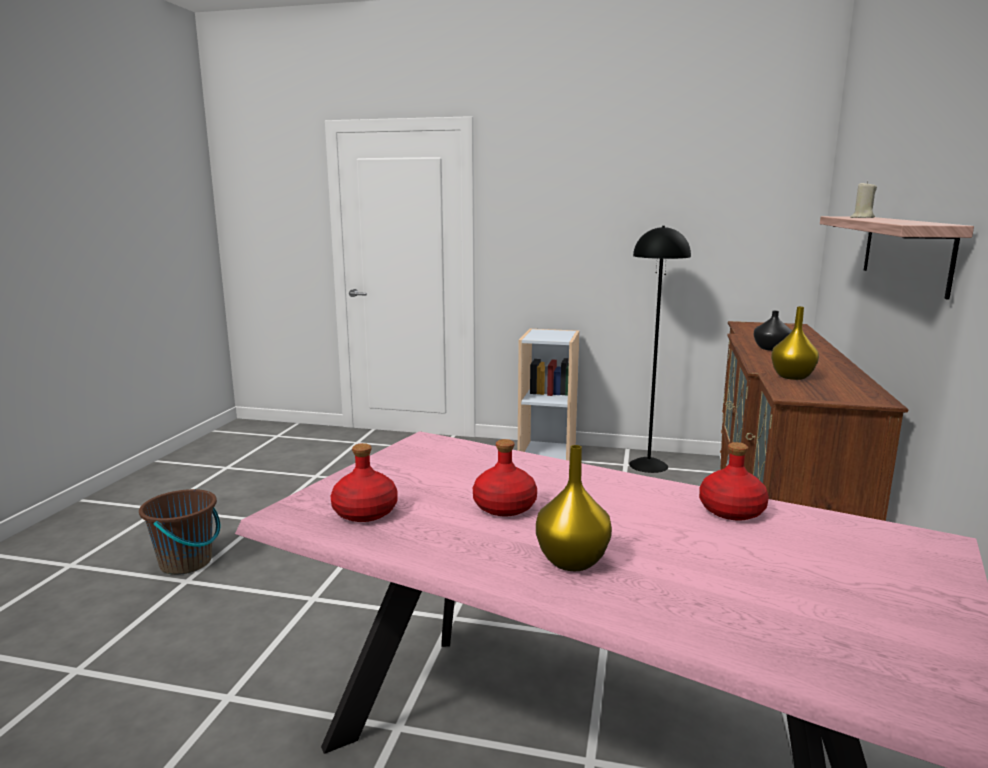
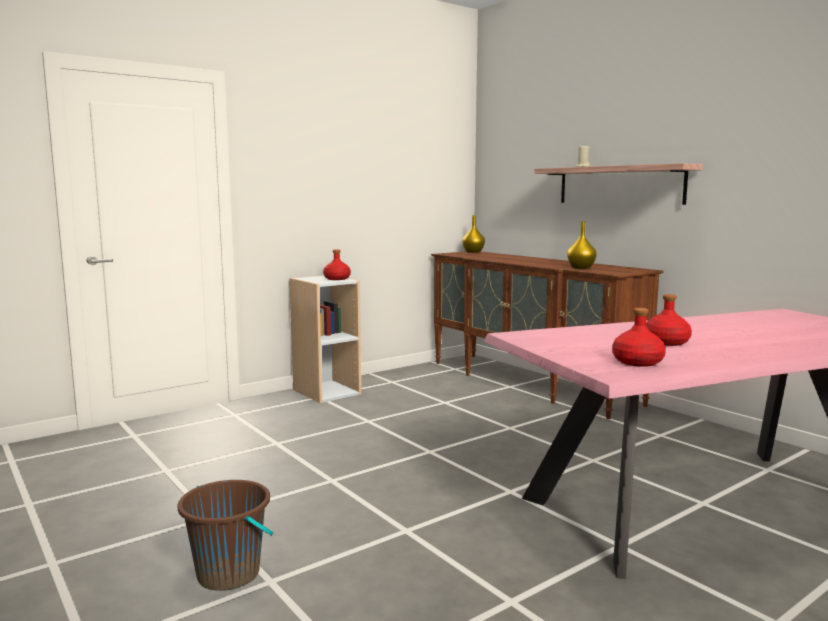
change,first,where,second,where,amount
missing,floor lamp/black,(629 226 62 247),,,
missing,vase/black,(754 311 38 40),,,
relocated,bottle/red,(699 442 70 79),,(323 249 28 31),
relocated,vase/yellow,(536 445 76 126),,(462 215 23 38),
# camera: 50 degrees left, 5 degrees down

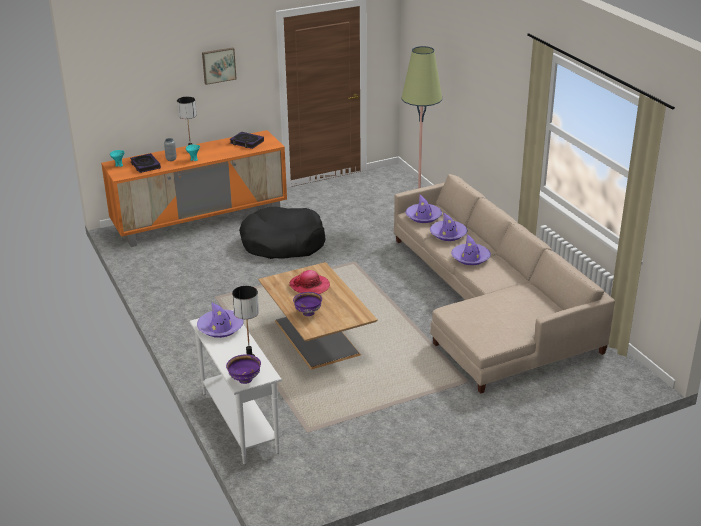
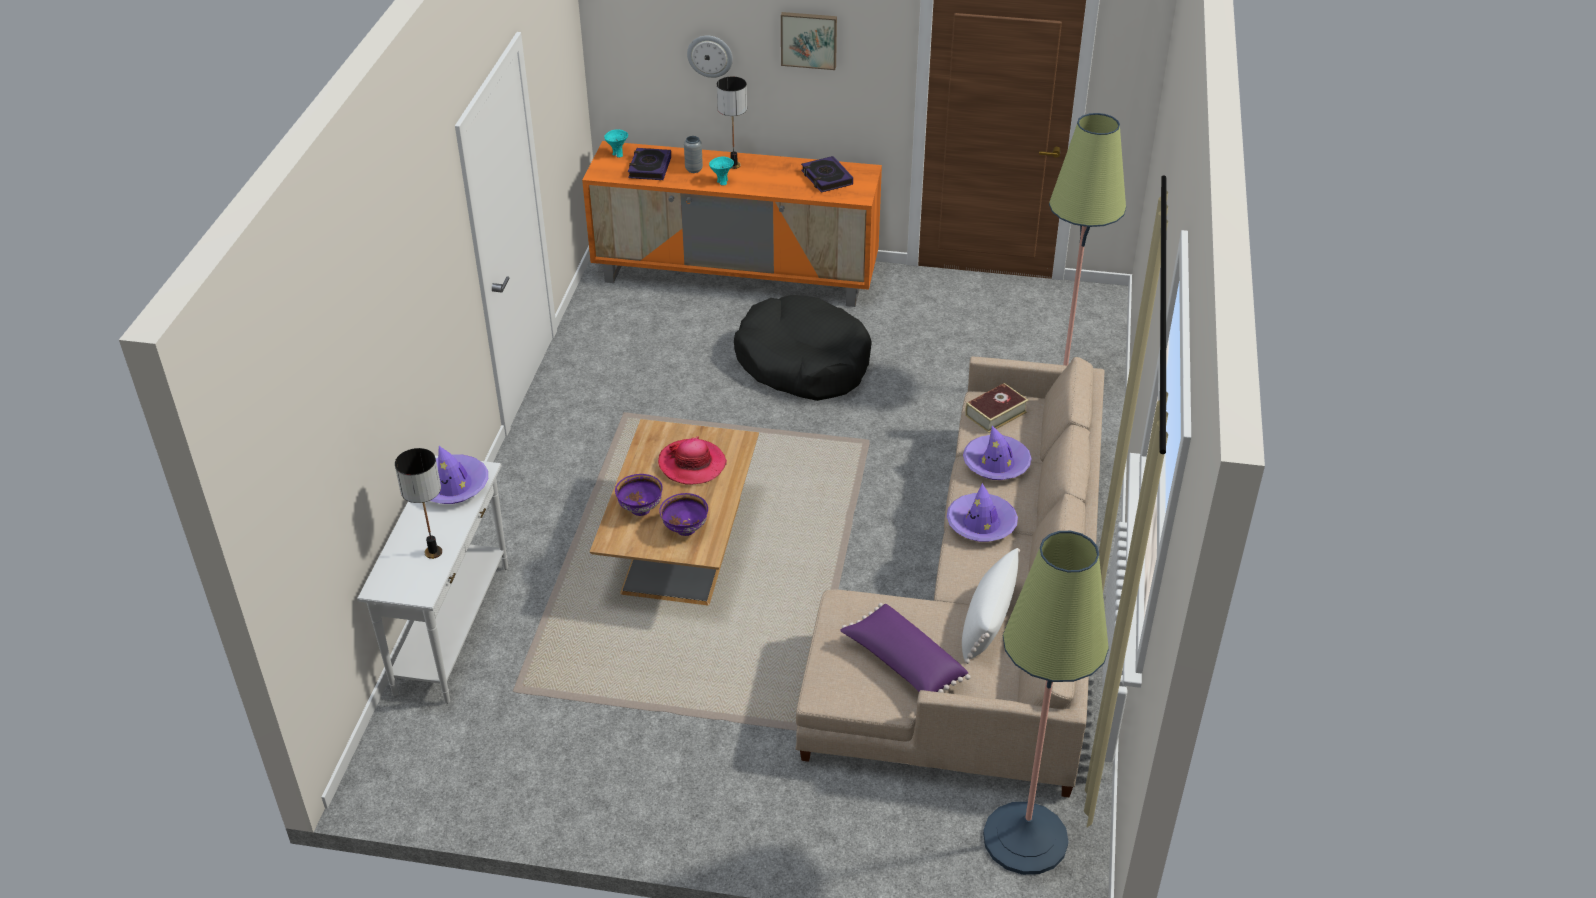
change,first,where,second,where,amount
exchanged,hat/purple,(405 195 37 28),book,(965 383 63 50),
relocated,bowl/purple,(226 354 35 30),,(659 493 49 43),
appeared,,,wall clock,(687 35 46 43),
appeared,,,floor lamp,(983 531 126 344),
appeared,,,pillow/white,(962 548 58 116),
appeared,,,pillow/purple,(841 603 130 90),
# camera: 35 degrees right, 10 degrees up

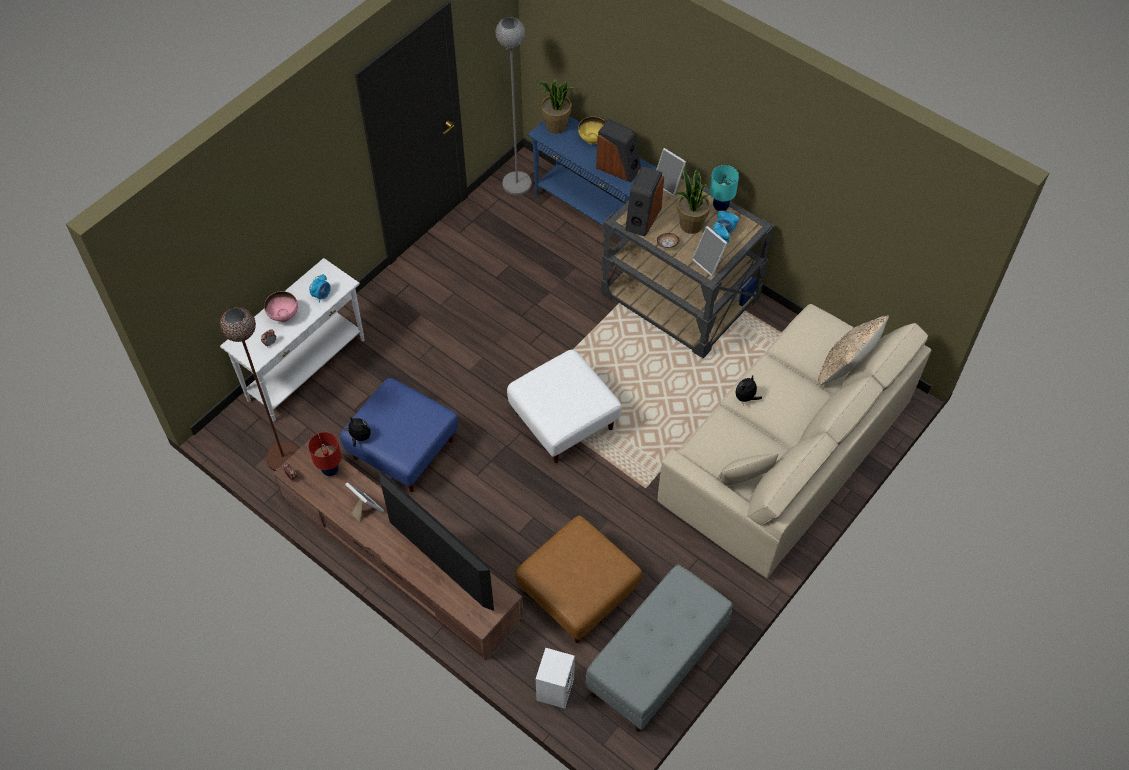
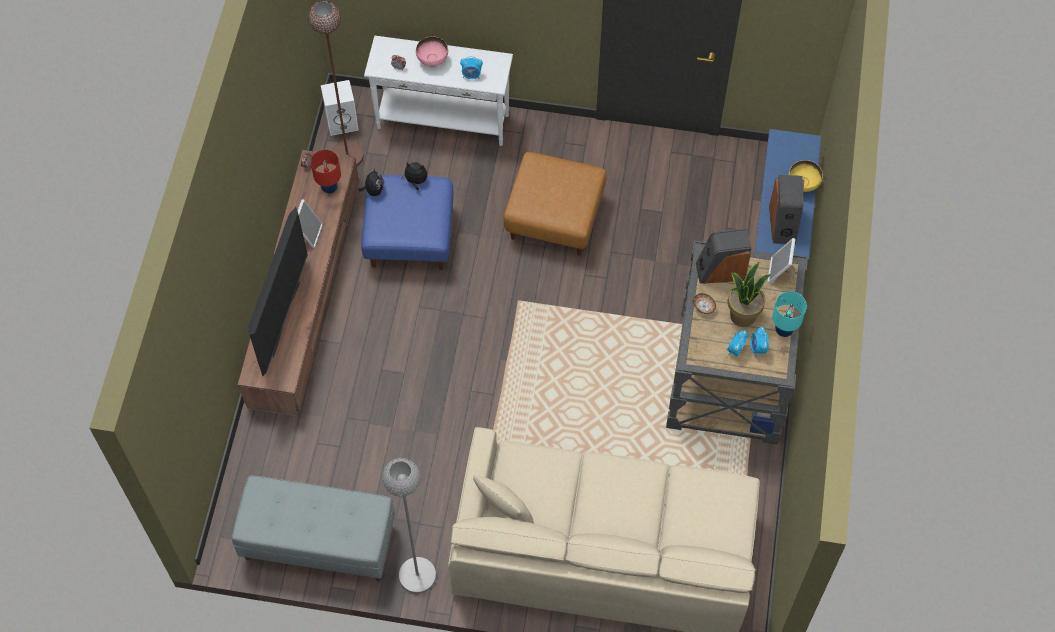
change,first,where,second,where,amount
relocated,floor lamp/grey,(495 17 37 178),,(382 458 54 136),
missing,potted plant,(537 80 37 54),,,
missing,picture frame,(692 226 36 50),,,
missing,pillow/beige,(818 316 71 69),,,
missing,ottoman/white,(507 349 115 114),,,
relocated,plush toy,(735 376 27 27),,(401 162 26 28),
relocated,ottoman/brown,(515 516 127 127),,(503 152 104 104),
relocated,speaker/white,(536 648 39 61),,(321 80 38 56),
# camera: 60 degrees right, 5 degrees up

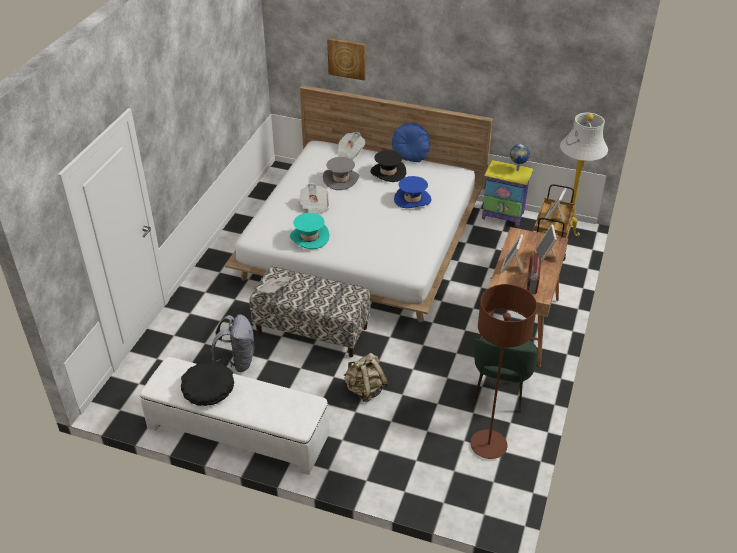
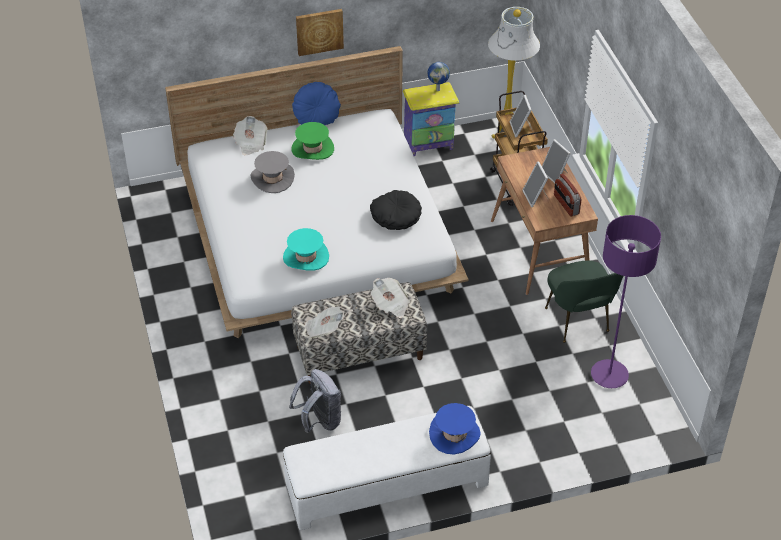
change,first,where,second,where,amount
relocated,picture,(327 38 38 42),,(296 9 48 47),
colour,hat/black,(370 150 36 32),hat/green,(292 122 42 38),
relocated,hat/blue,(394 176 37 32),,(429 403 52 51),
relocated,newspaper,(299 183 30 32),,(371 278 39 40),
colour,floor lamp/brown,(470 284 67 175),floor lamp/purple,(591 215 70 173),
missing,backpack/beige,(343 353 46 49),,,
relocated,pillow/black,(181 363 53 43),,(370 190 52 40),
# camera: 35 degrees left, 5 degrees up

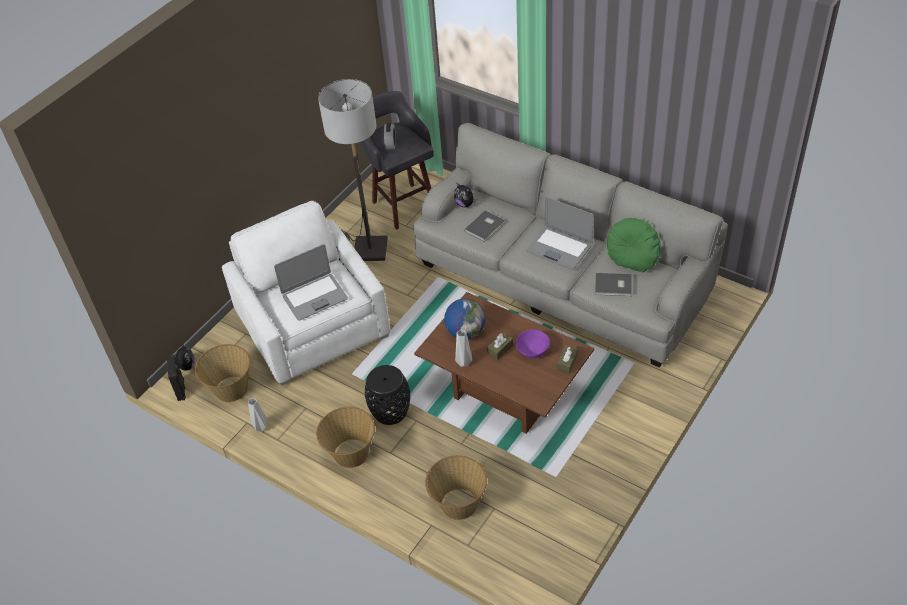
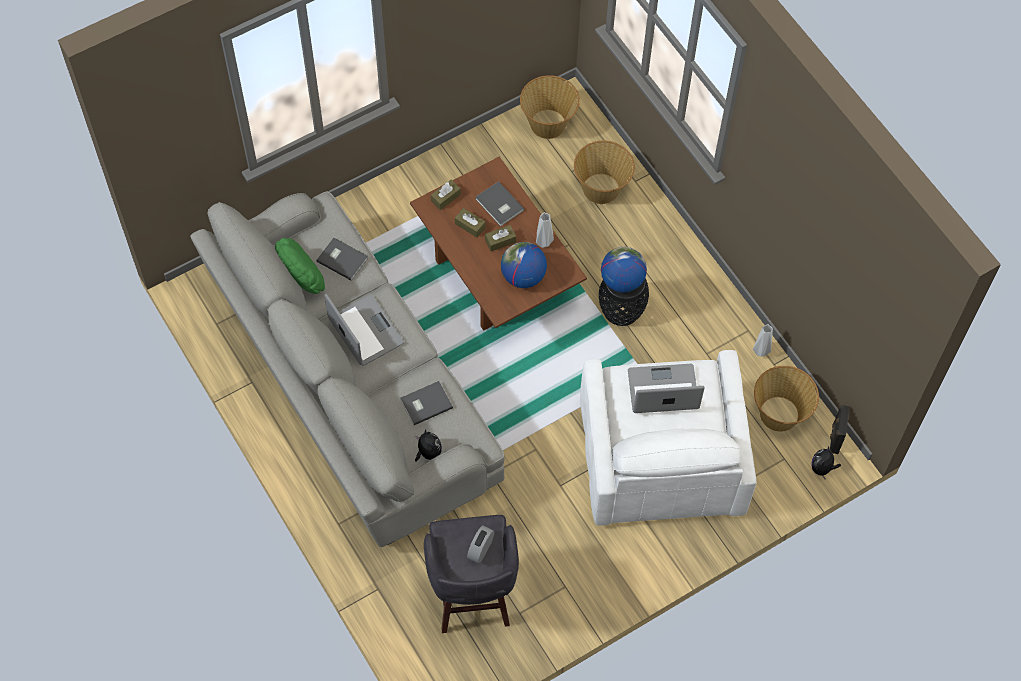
change,first,where,second,where,amount
missing,floor lamp,(318 79 70 182),,,
exchanged,bowl/purple,(516 330 34 28),tissue box/brown,(455 208 31 30),
relocated,basket,(316 407 59 61),,(520 75 60 64),
appeared,,,book/grey,(476 181 48 46),
appeared,,,globe,(601 247 46 46),
# camera: 160 degrees left, 15 degrees up

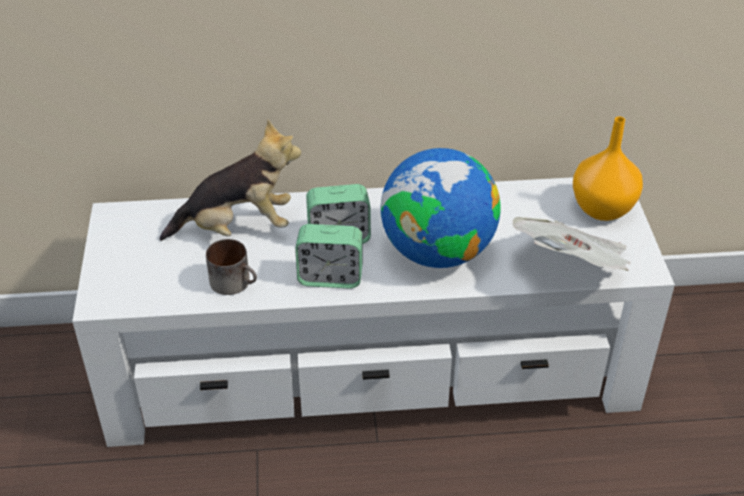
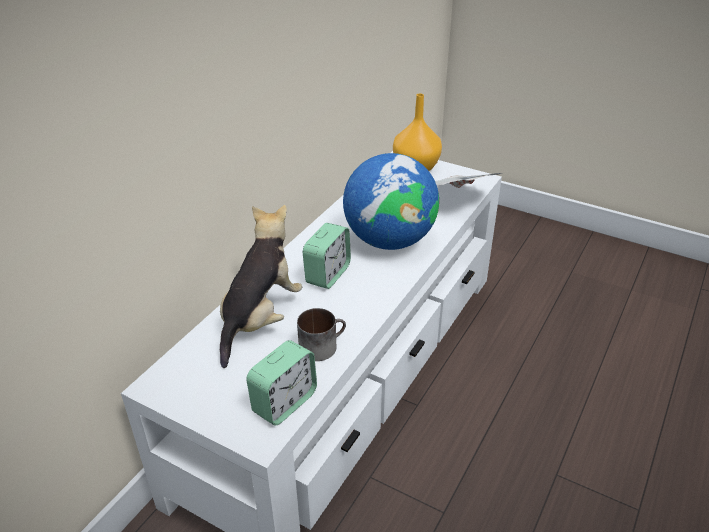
change,first,where,second,where,amount
relocated,alarm clock,(295 224 67 65),,(246 340 71 85),
# camera: 55 degrees left, 5 degrees down

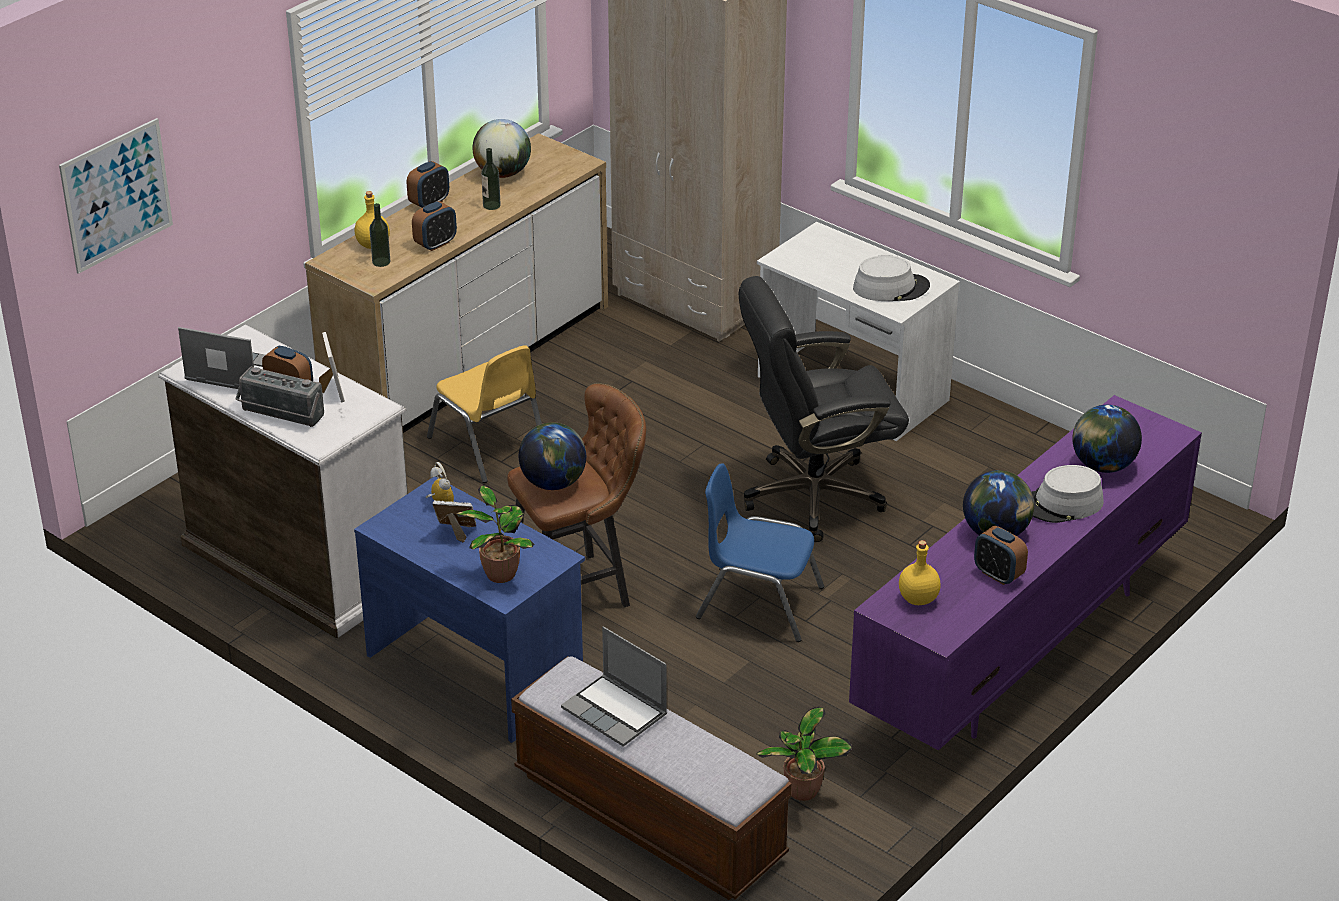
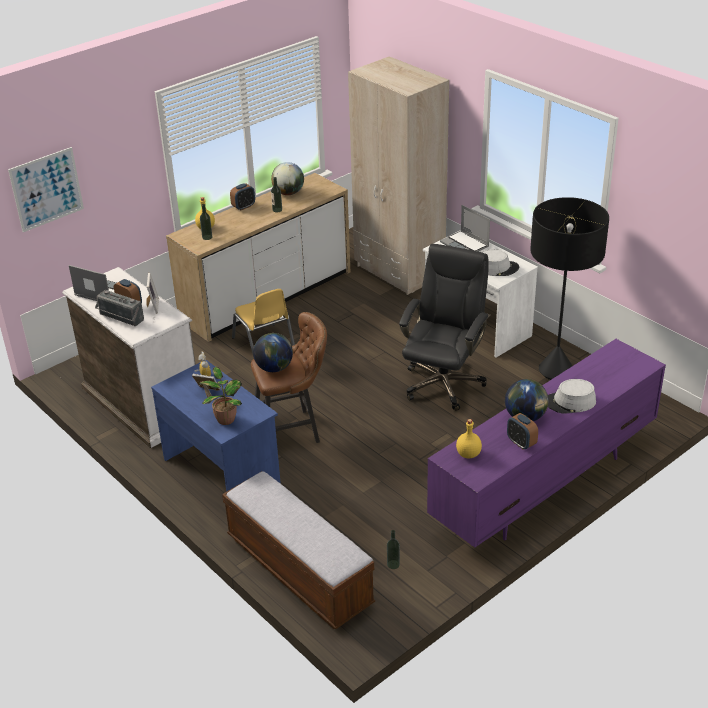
change,first,where,second,where,amount
missing,alarm clock,(412 201 45 50),,,
spun,office chair/black,(739 276 170 266),,(399 244 92 167),120 degrees clockwise
missing,globe,(1072 405 70 68),,,
missing,chair/blue,(696 463 128 179),,,
relocated,laptop,(561 627 106 120),,(440 205 50 47),
exchanged,potted plant,(756 707 96 94),bottle,(387 530 13 39),
appeared,,,floor lamp/black,(530 197 79 183),
# camera: 10 degrees right, 0 degrees up

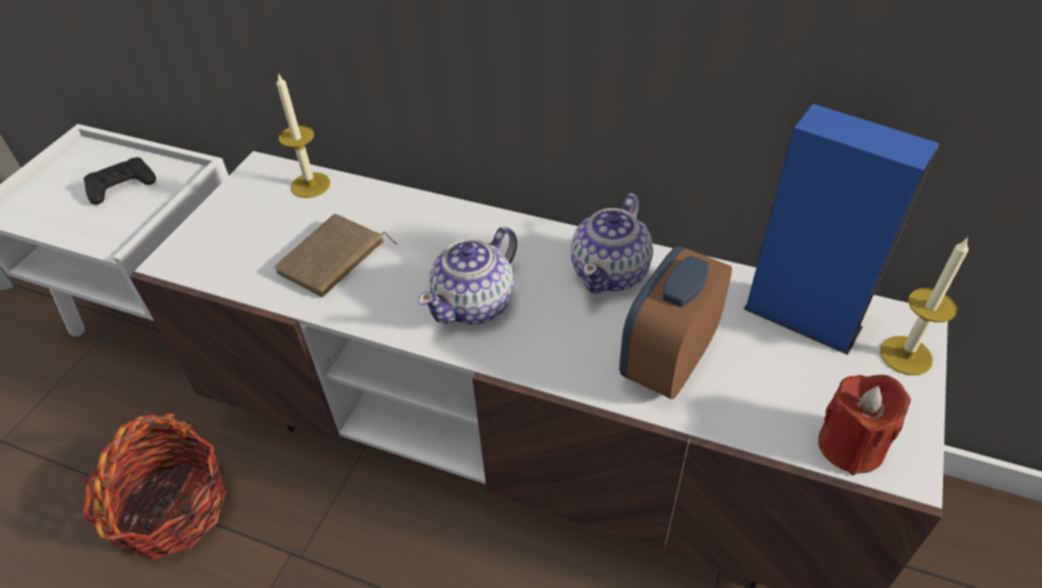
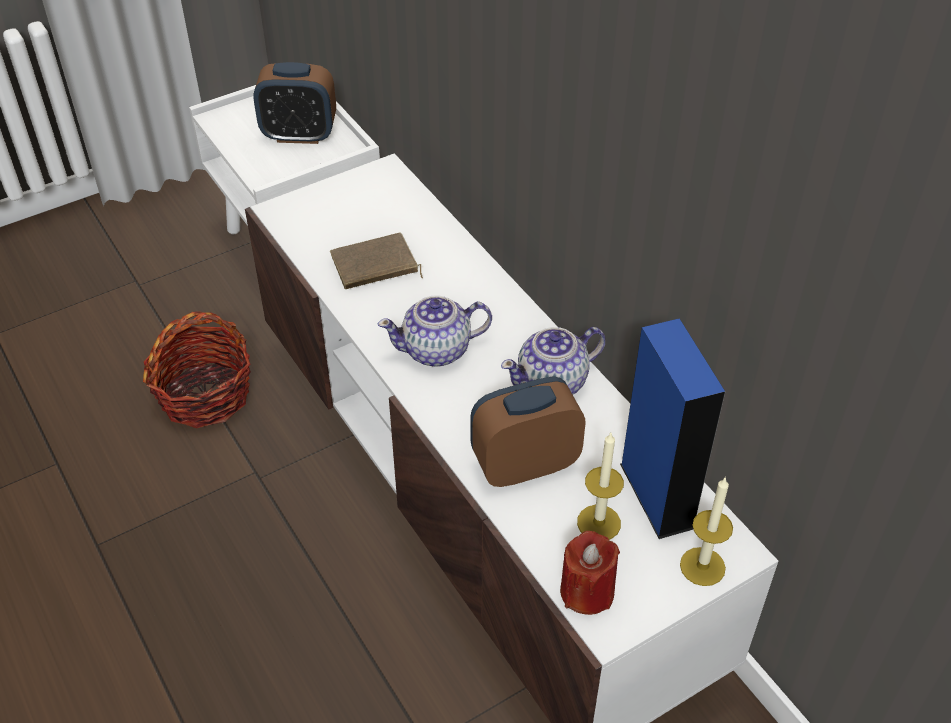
change,first,where,second,where,amount
relocated,candle,(276 73 54 125),,(577 433 47 107),
exchanged,game controller/black,(84 157 72 48),alarm clock,(253 62 83 82),
# camera: 35 degrees right, 0 degrees up

